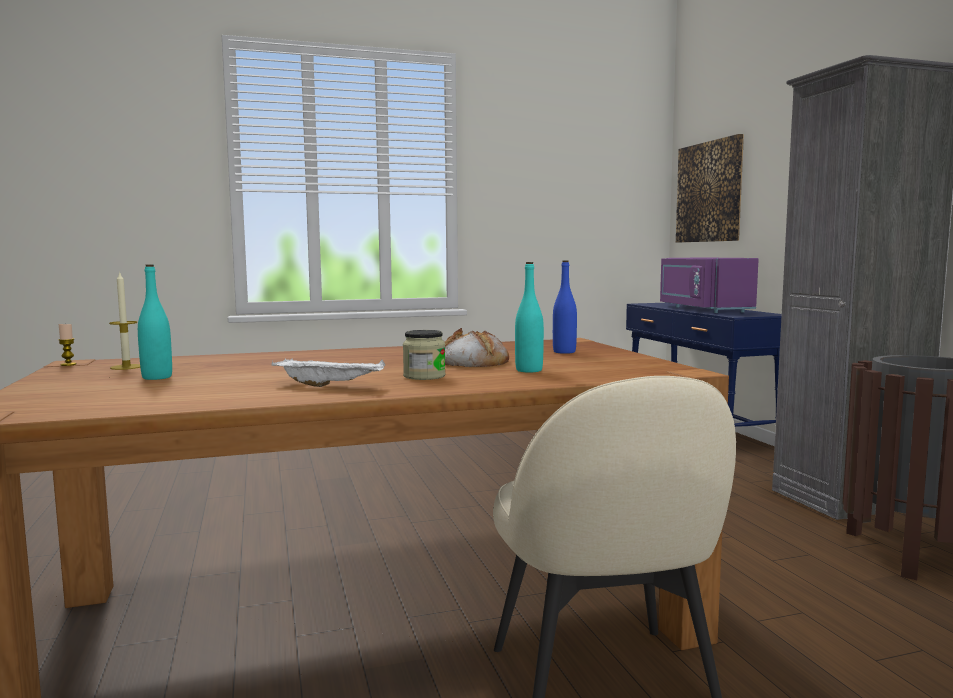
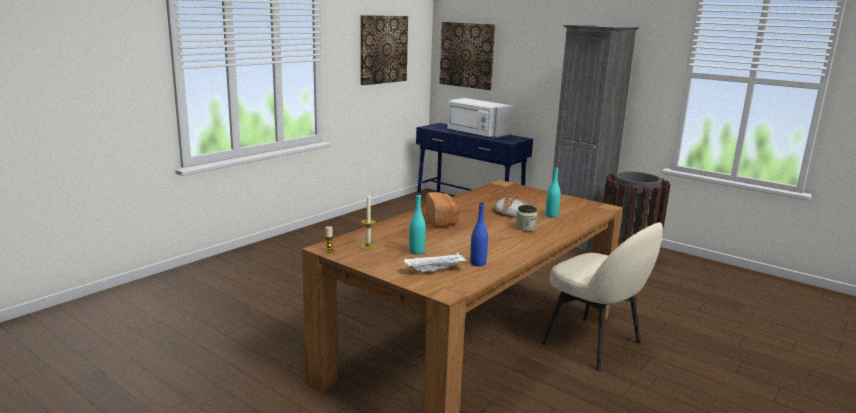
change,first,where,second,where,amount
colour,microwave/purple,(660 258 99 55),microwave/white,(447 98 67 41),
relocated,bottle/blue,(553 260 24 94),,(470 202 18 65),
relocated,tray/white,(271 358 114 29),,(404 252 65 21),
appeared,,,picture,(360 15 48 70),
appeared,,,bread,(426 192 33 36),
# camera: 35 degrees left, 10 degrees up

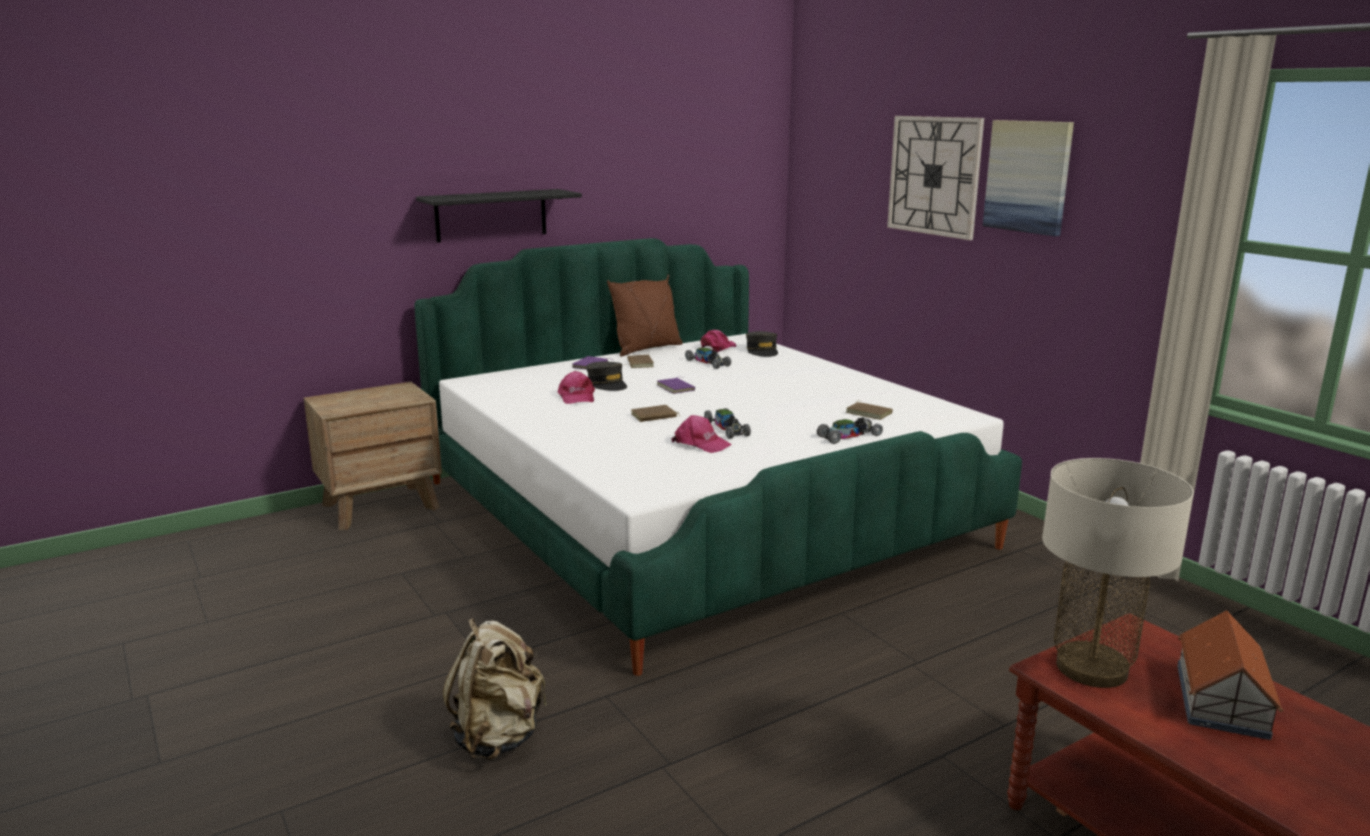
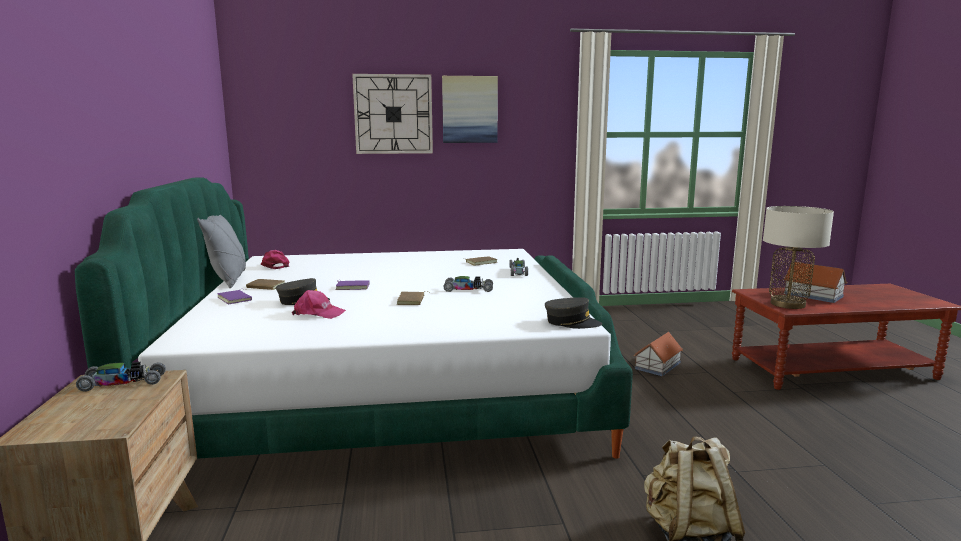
change,first,where,second,where,amount
missing,shelf/black,(416 189 166 54),,,
colour,pillow/brown,(607 274 76 82),pillow/grey,(197 215 49 73),
relocated,cap/grey,(746 331 32 26),,(545 297 57 32),
relocated,toy car,(685 348 46 21),,(76 362 90 30),
missing,cap/pink,(671 415 61 38),,,
appeared,,,toy house,(634 332 49 44),
# camera: 65 degrees left, 5 degrees down

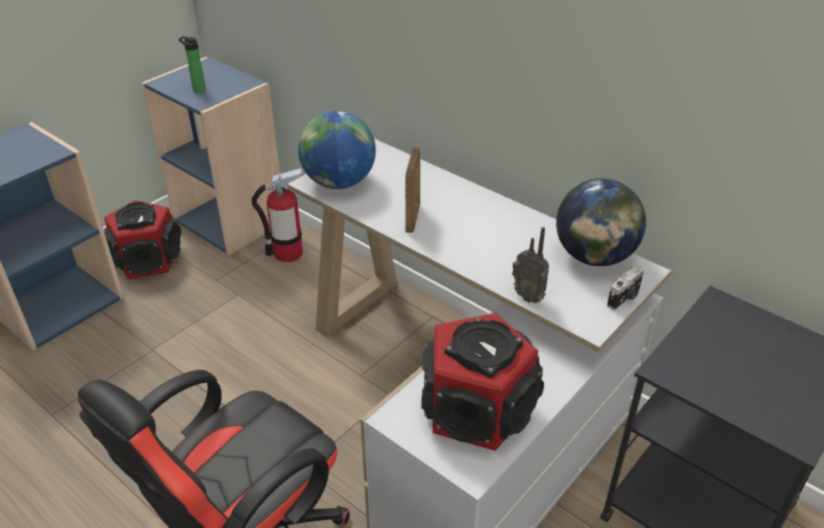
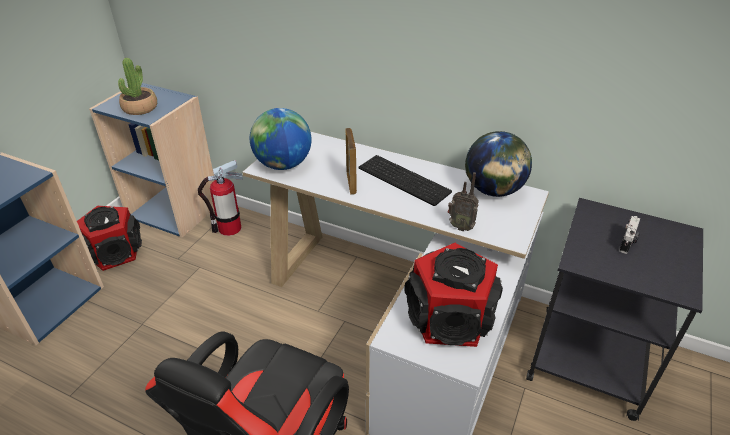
change,first,where,second,where,amount
exchanged,bottle,(178 36 28 57),potted plant,(118 58 39 57),
relocated,photo camera,(607 265 37 45),,(619 216 21 38),
appeared,,,keyboard,(359 155 93 51),
# camera: 15 degrees left, 0 degrees up

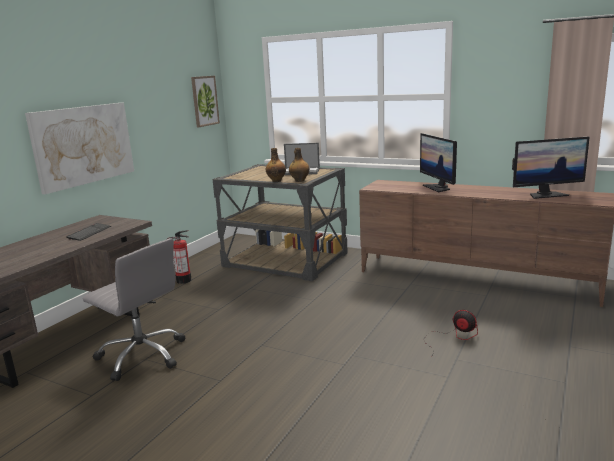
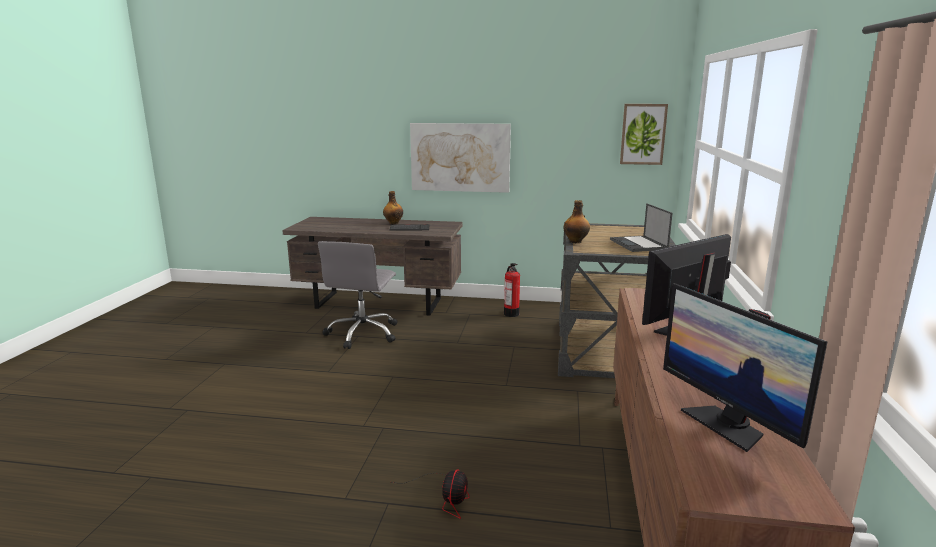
change,first,where,second,where,amount
relocated,bottle,(289 148 21 34),,(383 191 20 33),
# camera: 70 degrees right, 0 degrees up

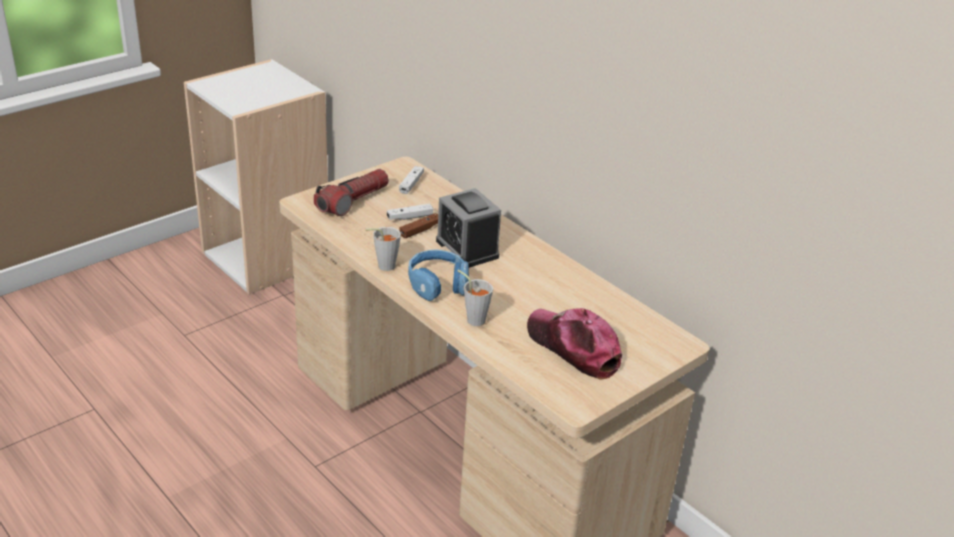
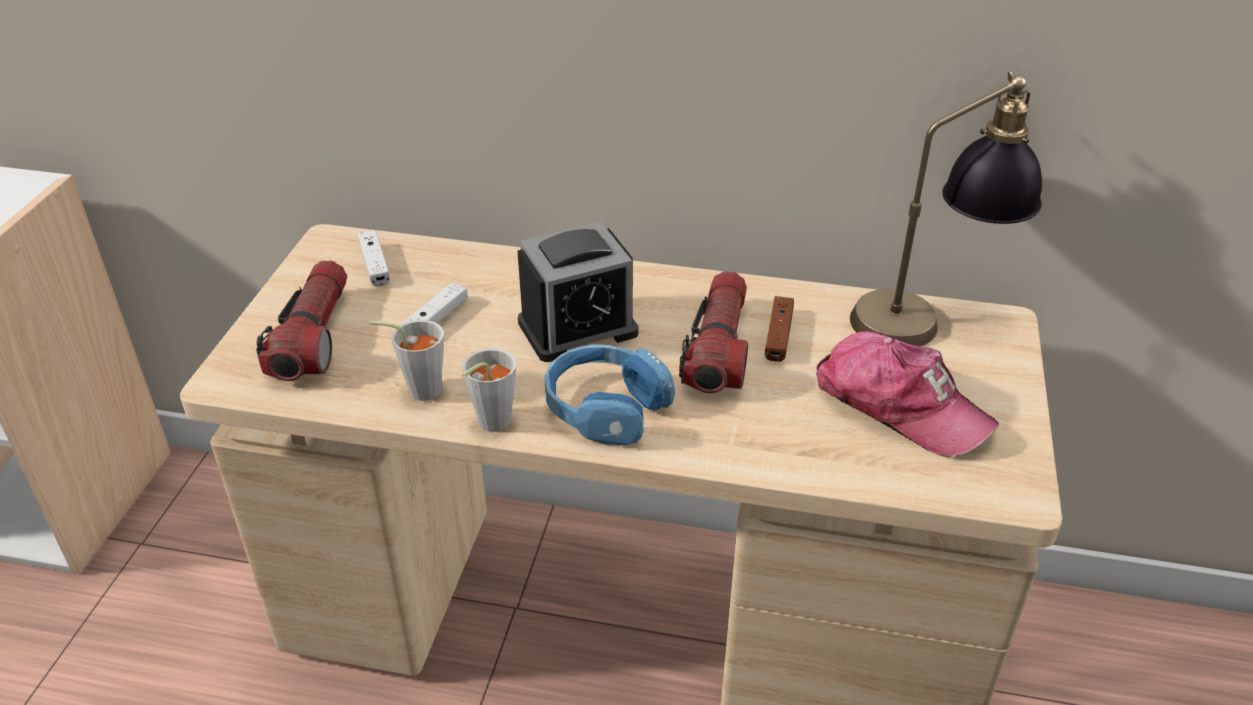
change,first,where,second,where,amount
spun,alarm clock,(436 188 65 80),,(517 221 121 141),45 degrees counterclockwise
relocated,game controller/brown,(399 213 39 25),,(765 296 29 66),
relocated,cup/grey,(457 269 36 57),,(370 320 74 81),
spun,cap,(527 308 95 72),,(816 331 183 126),150 degrees counterclockwise
appeared,,,table lamp,(850 71 192 276),
appeared,,,flashlight,(679 271 69 122),
# camera: 35 degrees left, 5 degrees up

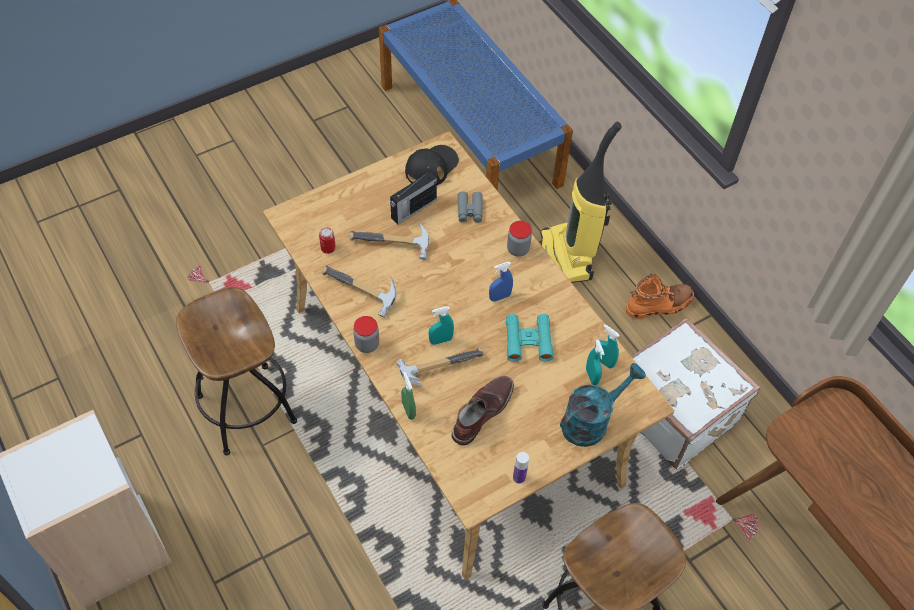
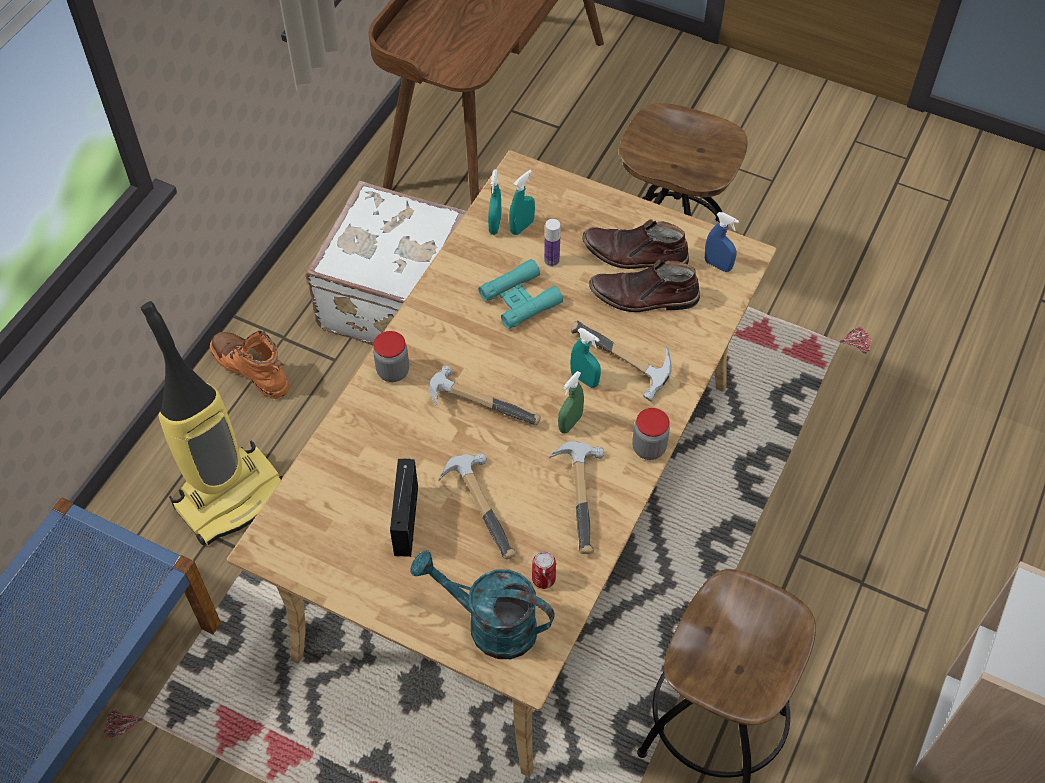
change,first,where,second,where,amount
missing,cap/black,(405 145 54 40),,,
spun,radio,(390 172 47 53),,(390 458 28 99),105 degrees counterclockwise
missing,binoculars/grey,(458 192 25 31),,,
relocated,spray bottle/blue,(489 262 24 39),,(705 212 34 60),
relocated,watering can/turquoise,(560 363 86 84),,(410 550 145 109),
relocated,spray bottle/green,(401 372 15 48),,(558 371 26 63),
relocated,bottle,(513 452 16 32),,(544 219 16 48),
appeared,,,boot/brown,(582 219 107 50),
appeared,,,hammer,(429 365 112 60),
# camera: 120 degrees left, 0 degrees up

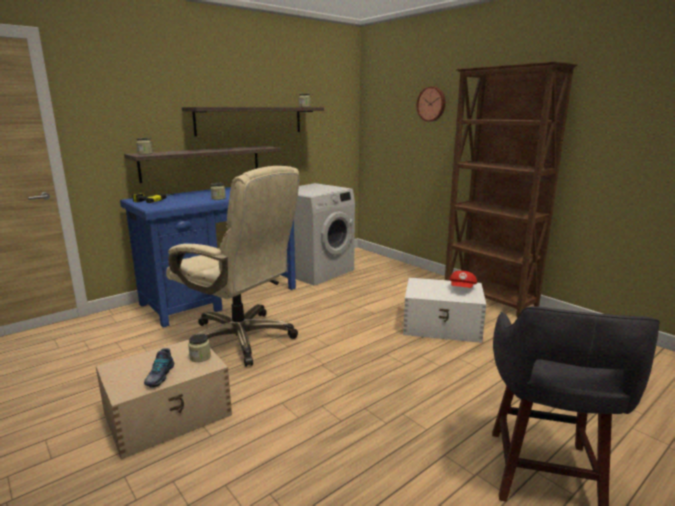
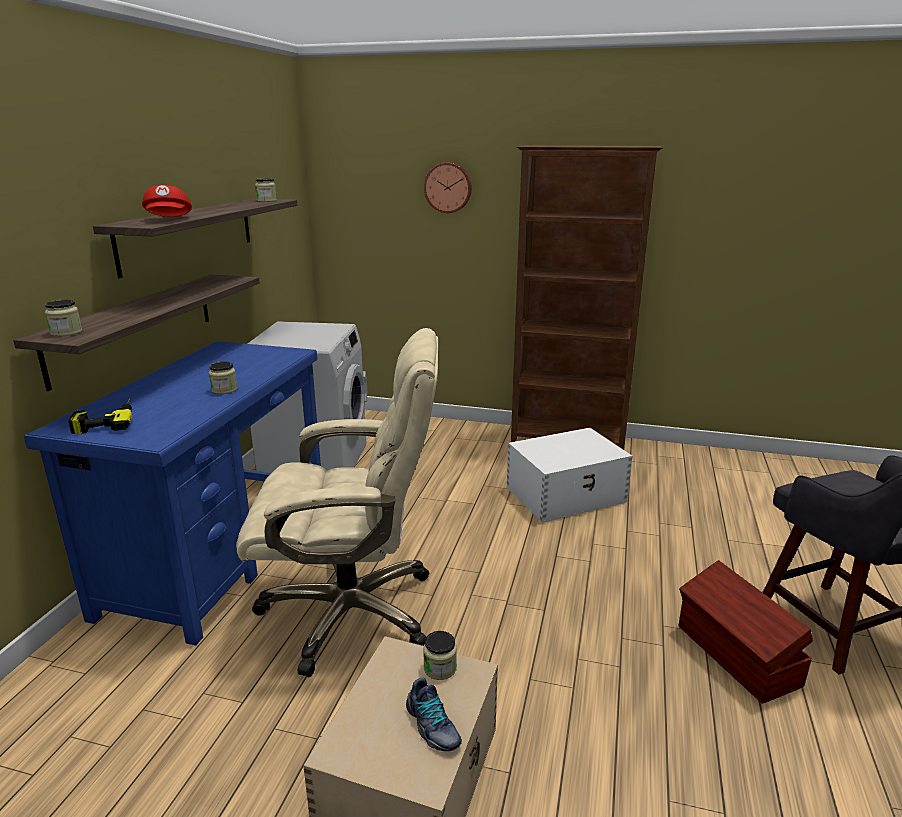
change,first,where,second,where,amount
relocated,cap/red,(449 271 28 17),,(142 185 50 32),
appeared,,,storage box/brown,(679 560 134 144),
# camera: 35 degrees left, 5 degrees up

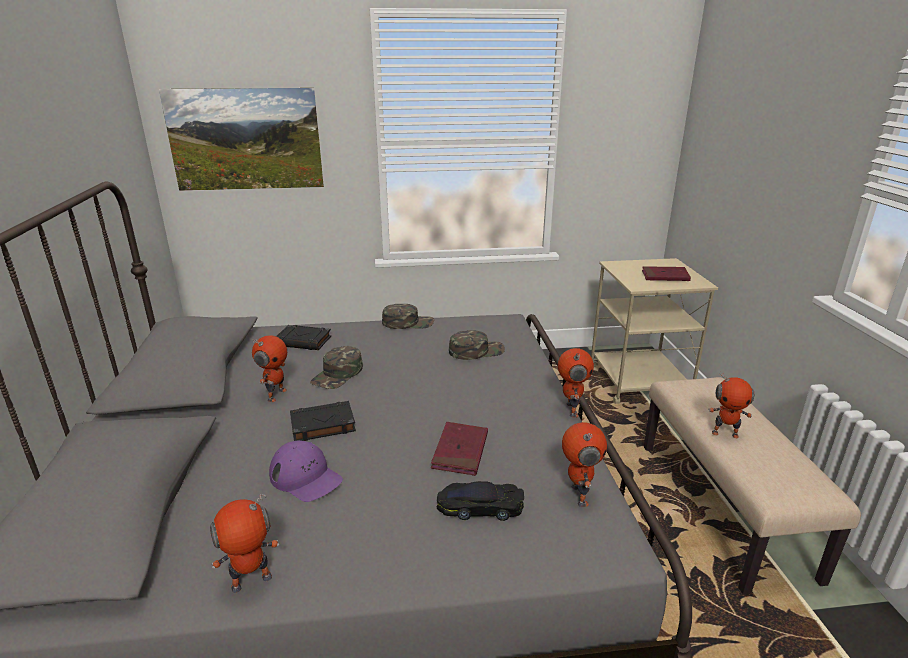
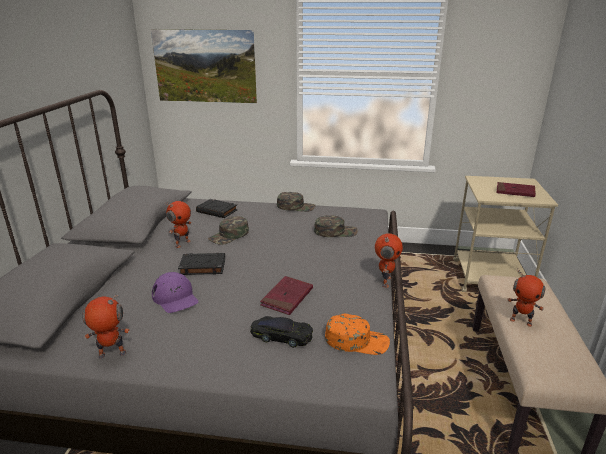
change,first,where,second,where,amount
exchanged,toy robot,(562 422 45 85),cap/orange,(325 314 65 41),
# camera: 15 degrees right, 0 degrees up

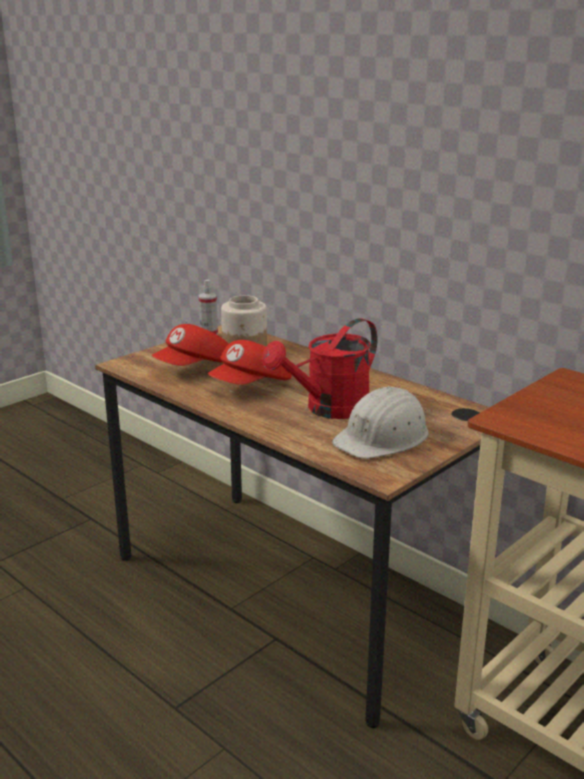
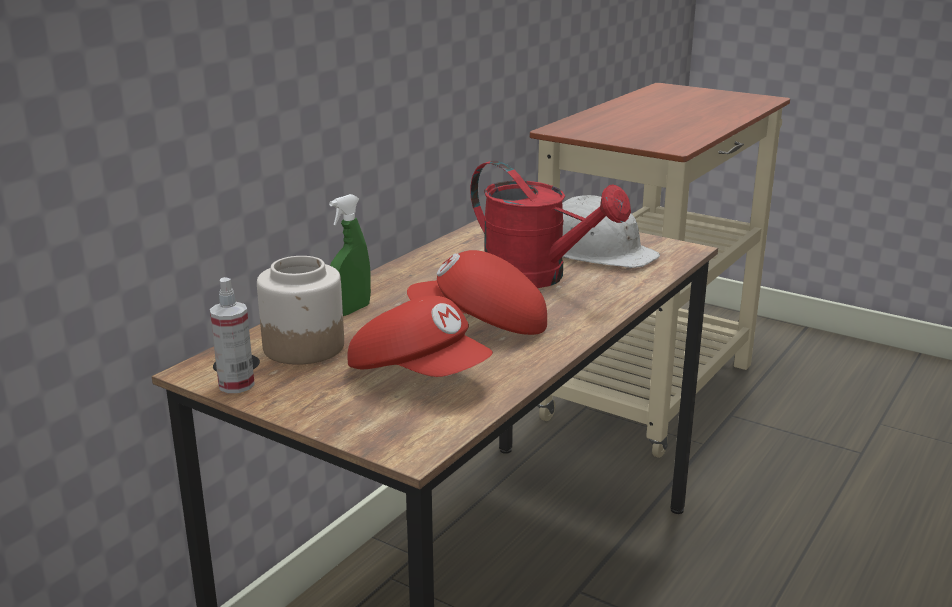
change,first,where,second,where,amount
spun,cap/red,(208 340 84 45),,(407 250 140 85),150 degrees clockwise
appeared,,,spray bottle/green,(329 194 42 122),
# camera: 100 degrees left, 0 degrees up

